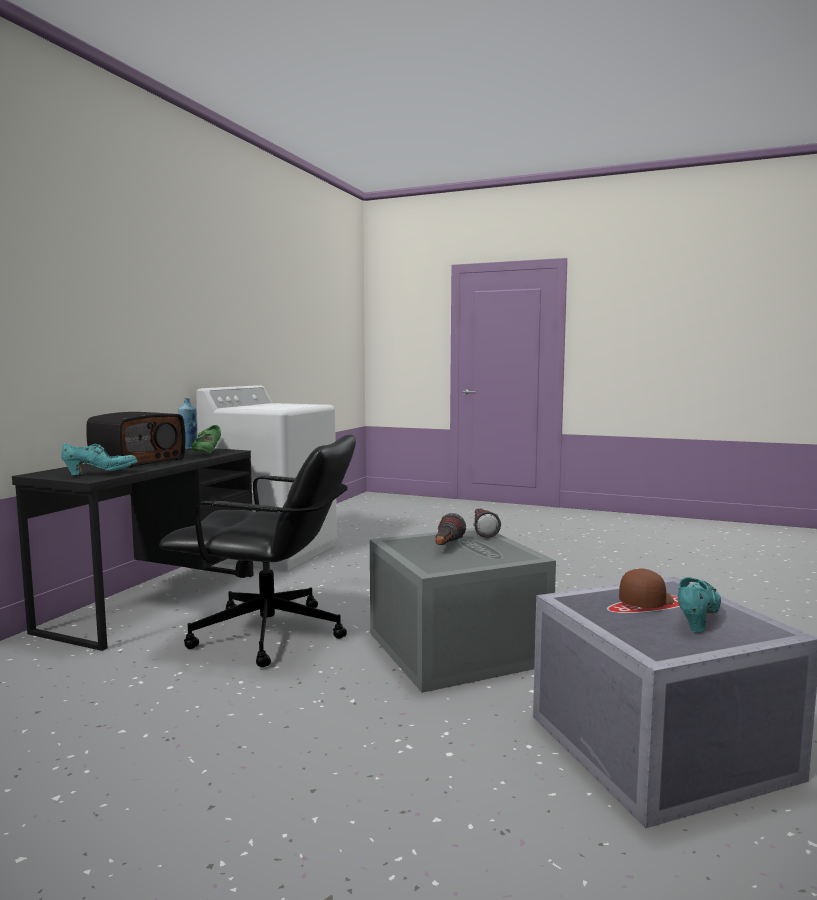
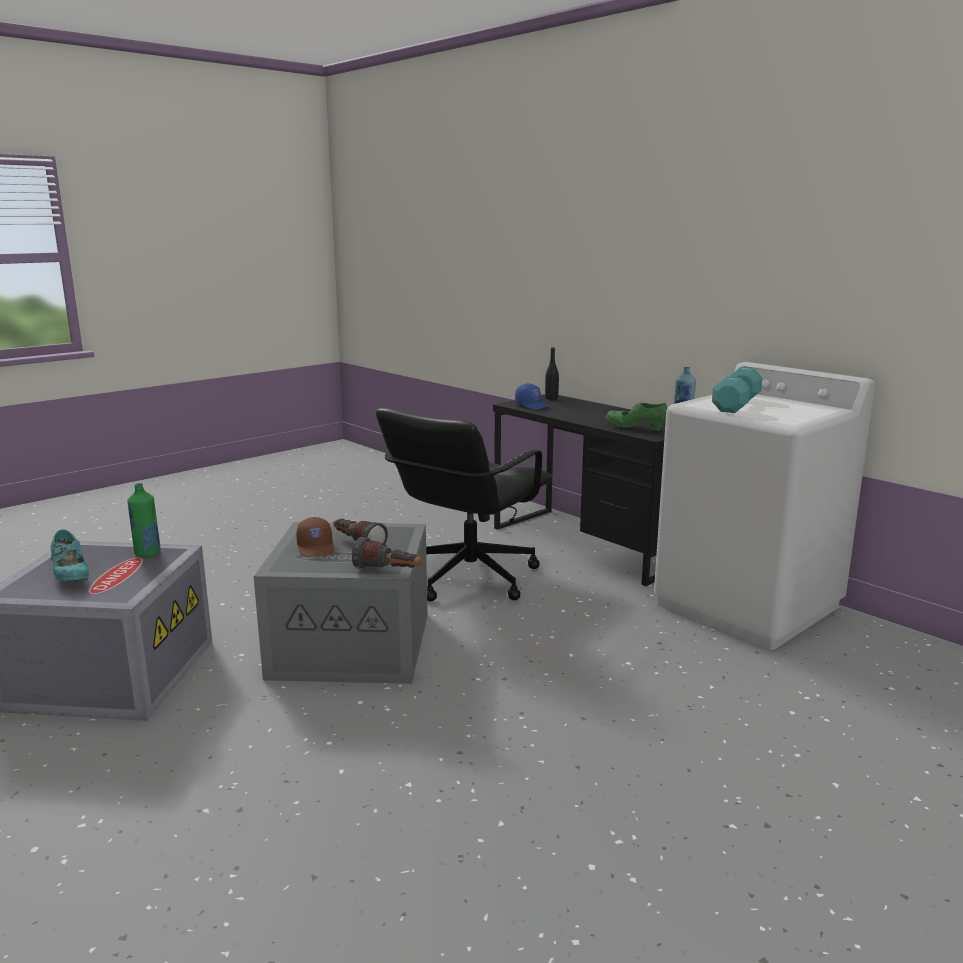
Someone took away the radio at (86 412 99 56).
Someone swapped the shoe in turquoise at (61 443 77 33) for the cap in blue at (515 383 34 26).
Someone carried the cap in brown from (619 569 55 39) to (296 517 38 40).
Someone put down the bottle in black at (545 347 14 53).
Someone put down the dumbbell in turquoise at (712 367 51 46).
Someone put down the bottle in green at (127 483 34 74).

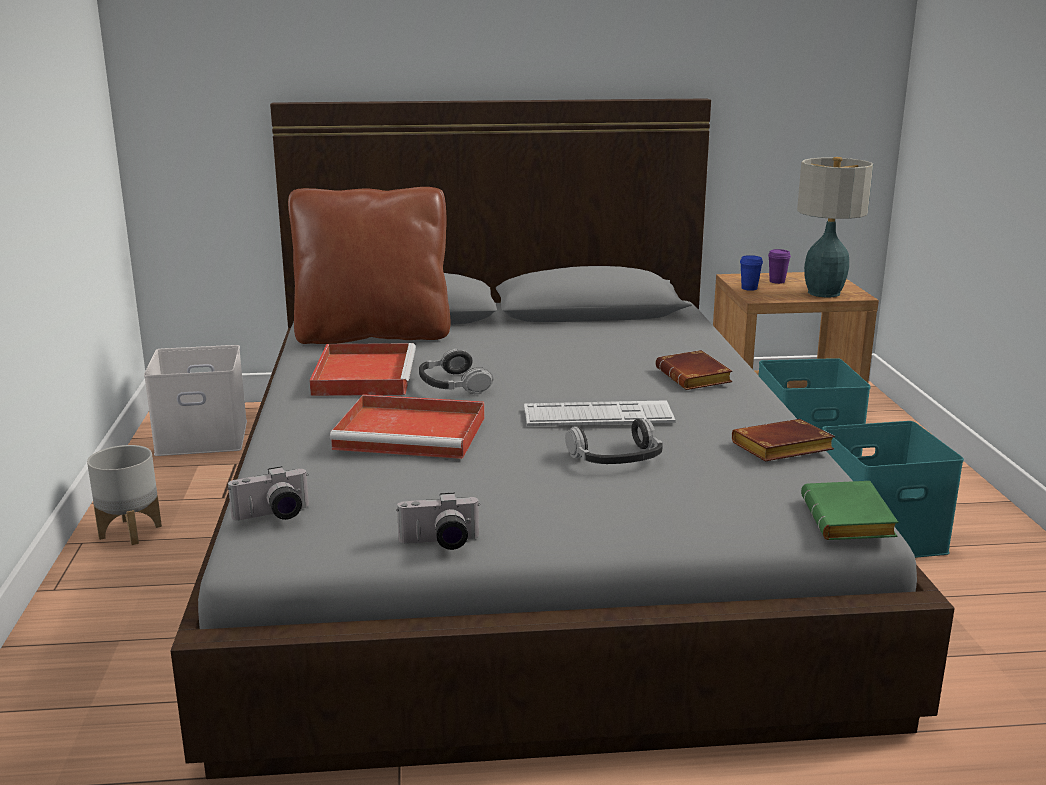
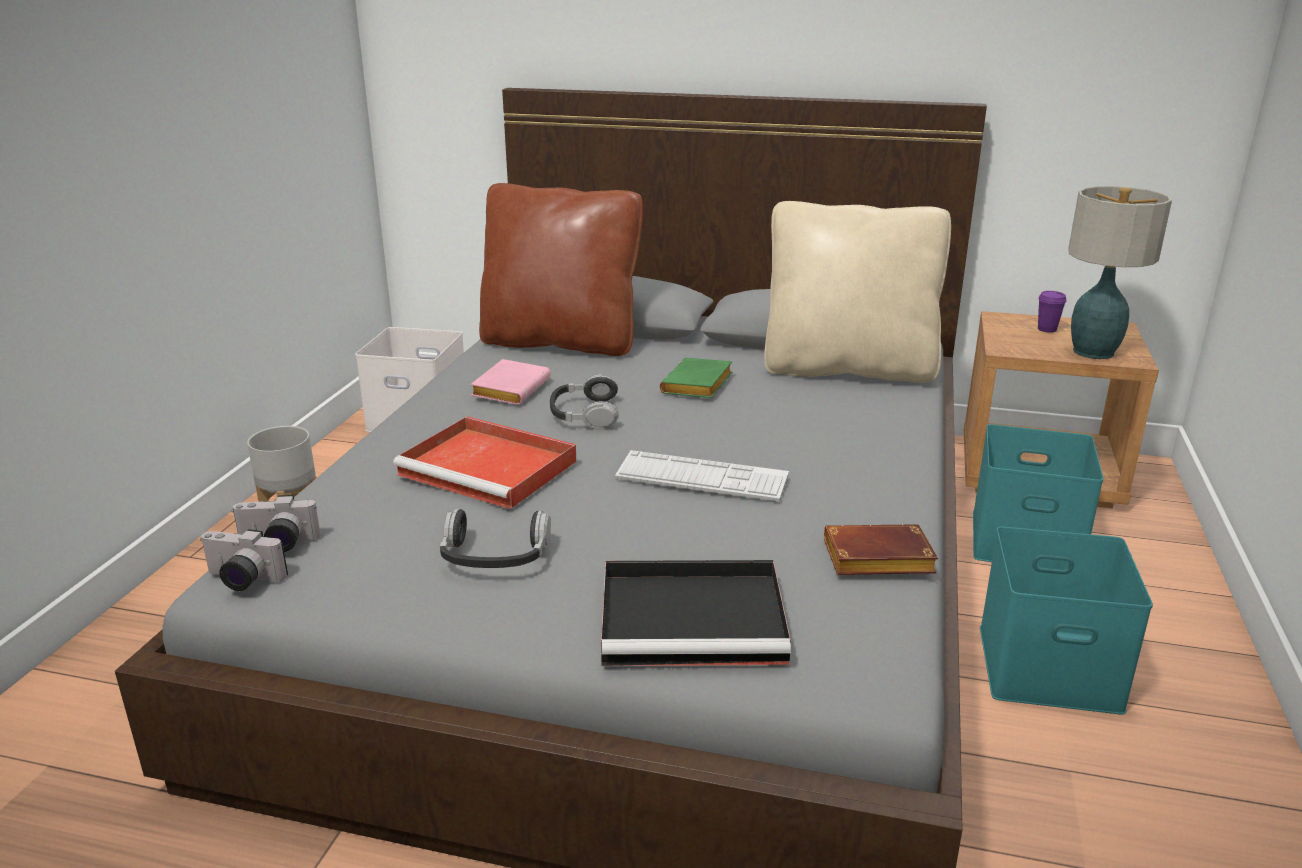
Someone took away the cup in blue at (740 255 23 36).
Someone swapped the tray in red at (309 343 107 53) for the book in pink at (471 359 80 46).
Someone took away the book in brown at (655 350 77 40).
Someone carried the headphones from (565 418 98 46) to (440 509 111 59).
Someone carried the book in green from (801 481 97 59) to (660 358 72 40).
Someone carried the photo camera from (396 492 85 58) to (200 529 88 62).
Someone put down the pillow in beige at (764 201 187 182).
Someone put down the tray in black at (601 560 190 106).

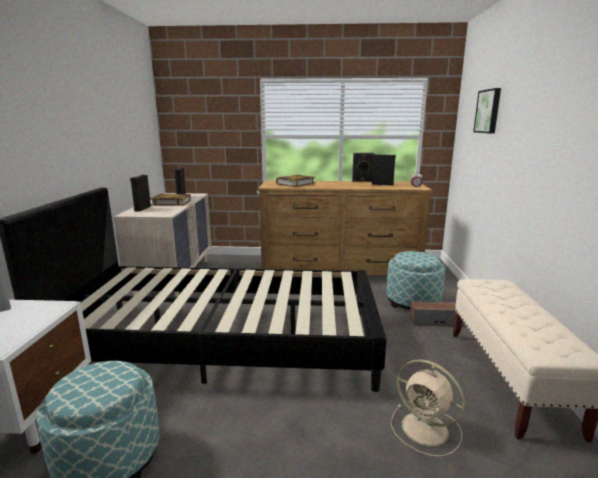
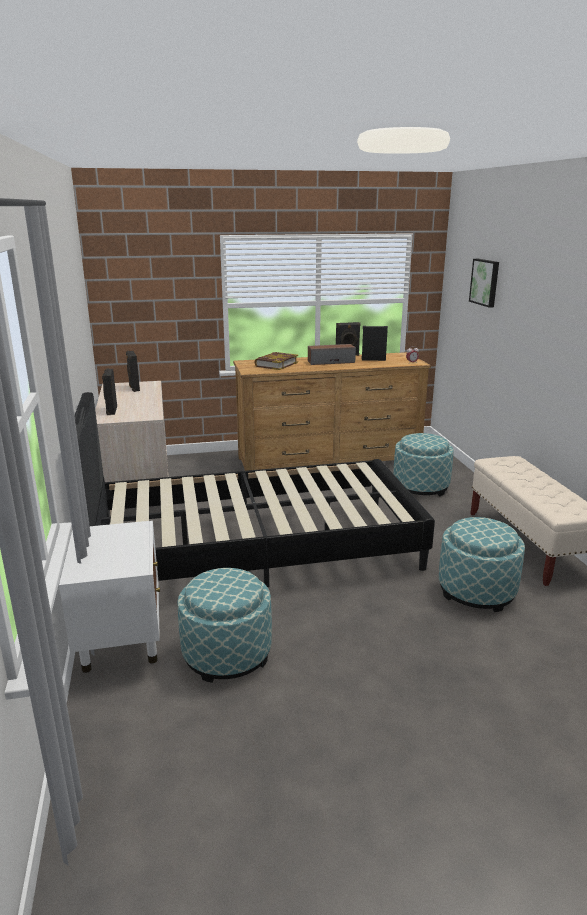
Someone took away the book at (150 193 41 13).
Someone carried the speaker from (410 301 55 25) to (308 344 48 21).
Someone swapped the fan in beige at (391 359 74 97) for the ottoman at (439 517 86 95).

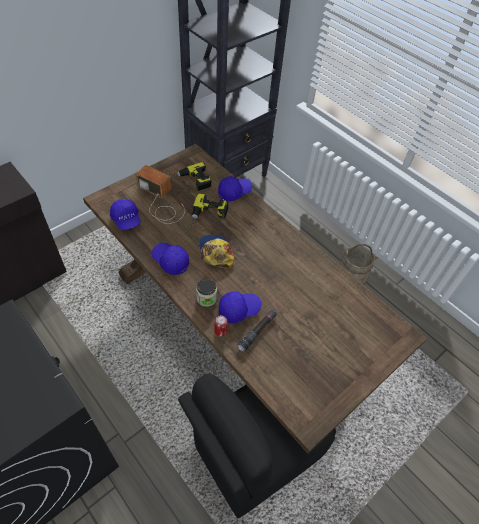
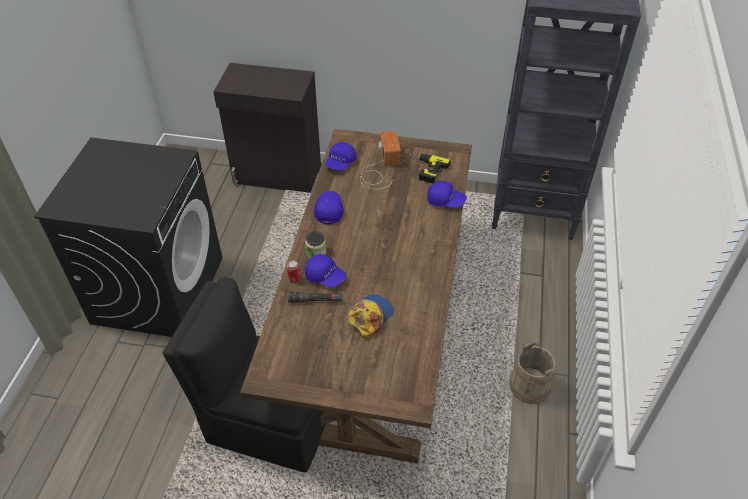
Someone took away the power drill at (190 193 38 36).
Someone carried the cap from (199 235 35 34) to (348 294 46 45).

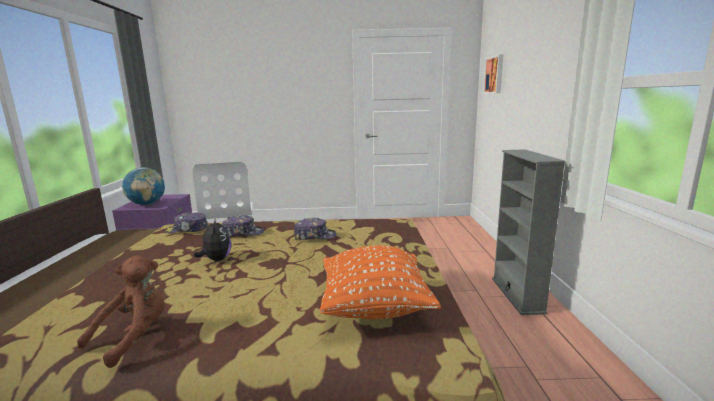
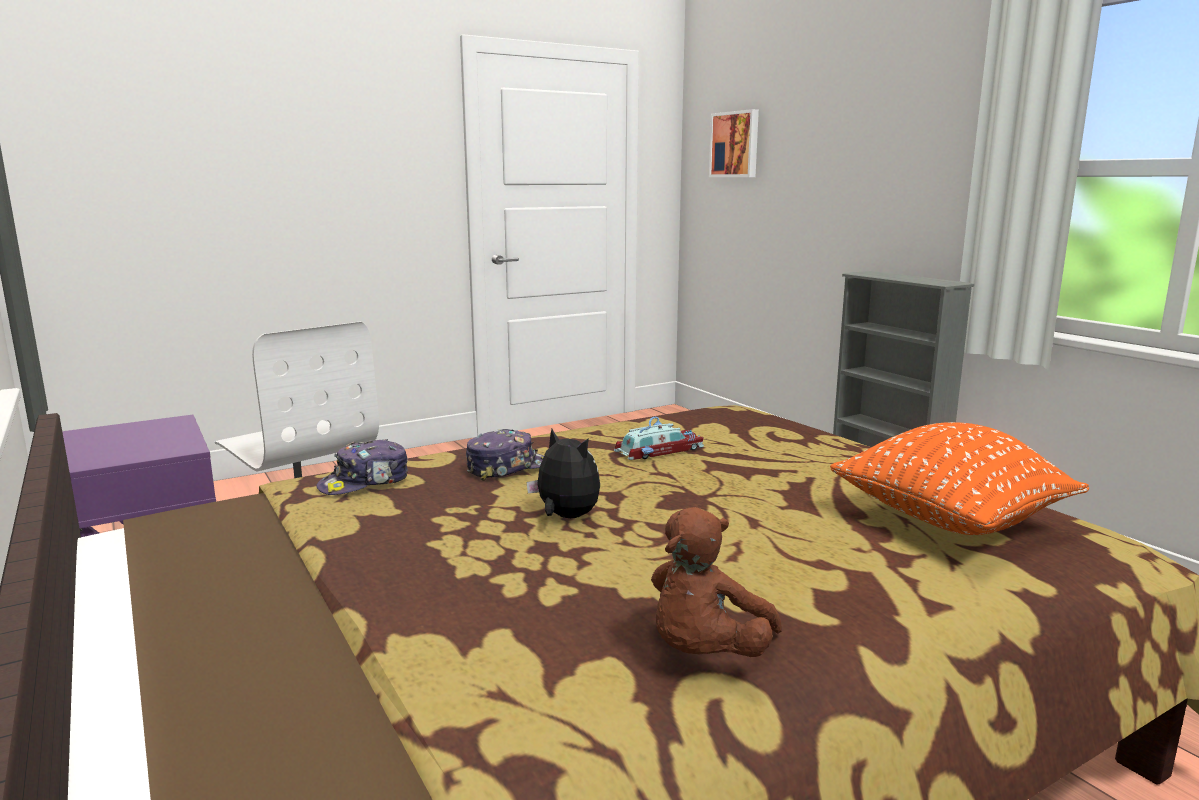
Someone took away the globe at (122 167 43 38).
Someone swapped the cap at (294 218 43 22) for the toy car at (614 416 90 44).
Someone rotated the plush toy in brown at (77 255 88 113) by 150 degrees counterclockwise.

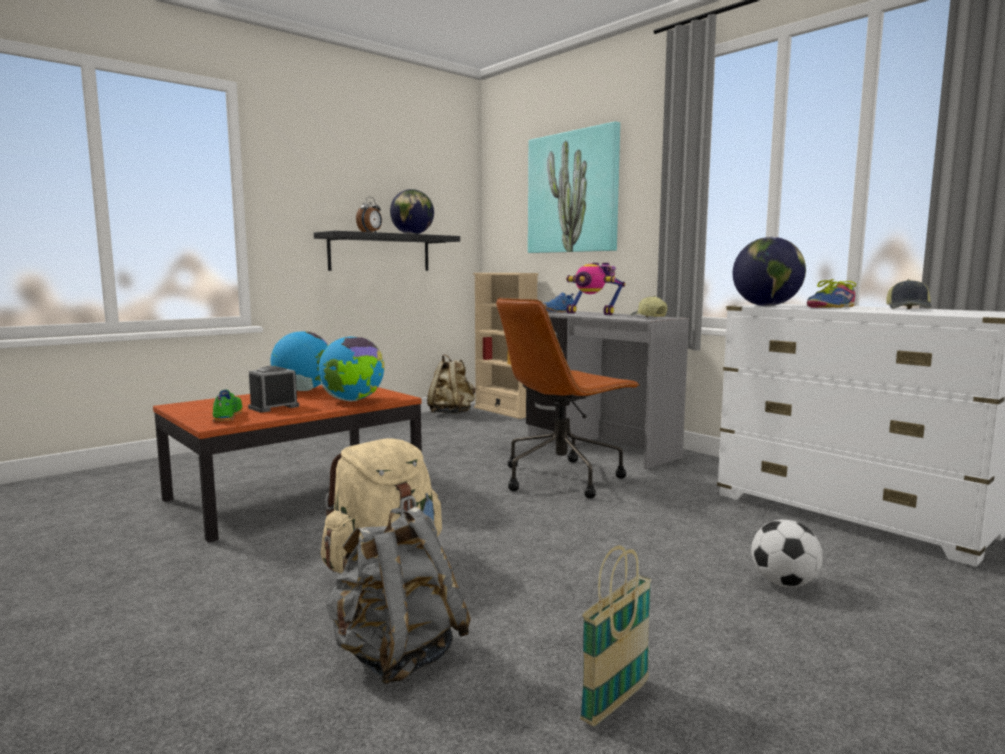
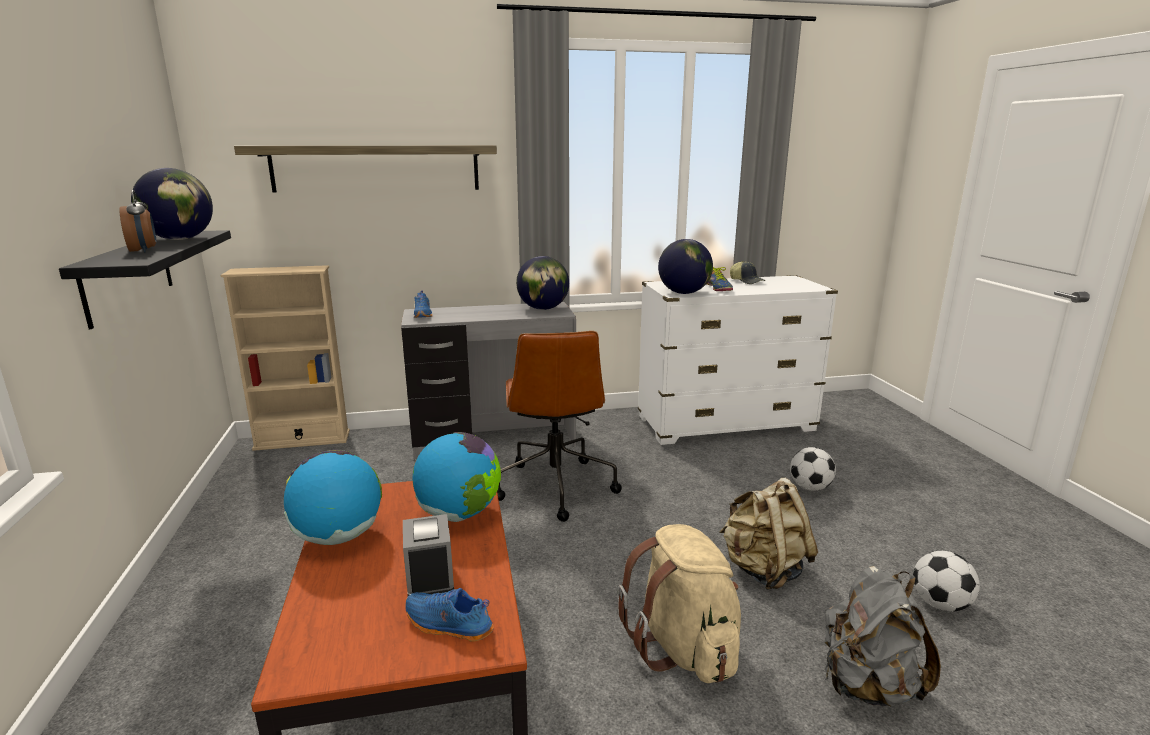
Someone swapped the picture at (528 121 92 132) for the shelf at (234 145 263 47).
Someone took away the toy robot at (566 263 59 52).
Someone swapped the cap at (631 296 37 21) for the globe at (516 256 53 54).
Someone carried the backpack in beige from (427 354 48 60) to (719 478 99 112).
Someone repainted the shoe in green at (213 390 30 31), which became the shoe in blue at (405 588 89 54).
Someone swapped the basket at (580 545 71 181) for the football at (913 551 67 61).

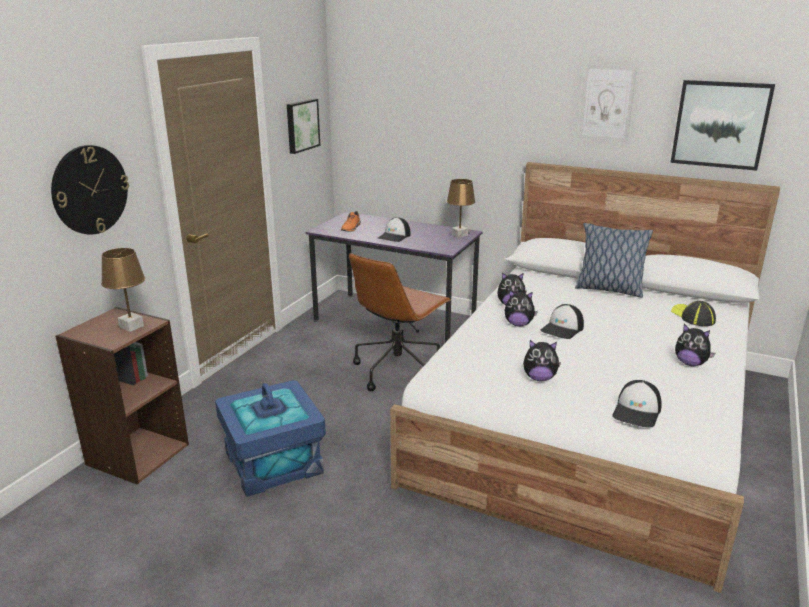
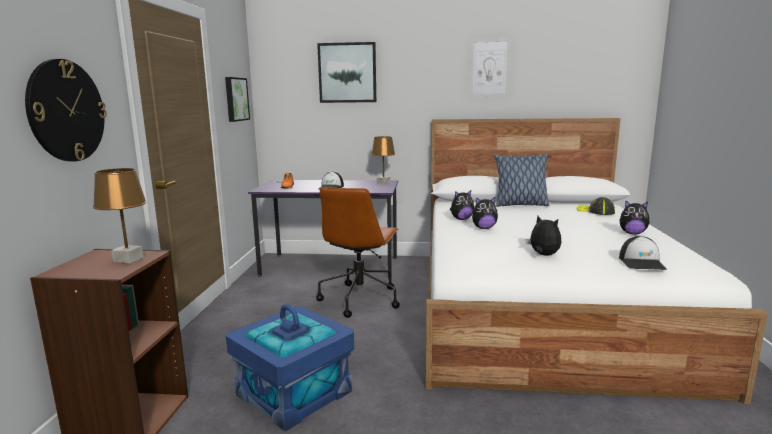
Someone carried the picture from (671 80 104 91) to (317 42 59 61).
Someone took away the cap at (540 304 44 35).
Someone rotated the plush toy at (523 340 38 41) by 120 degrees counterclockwise.

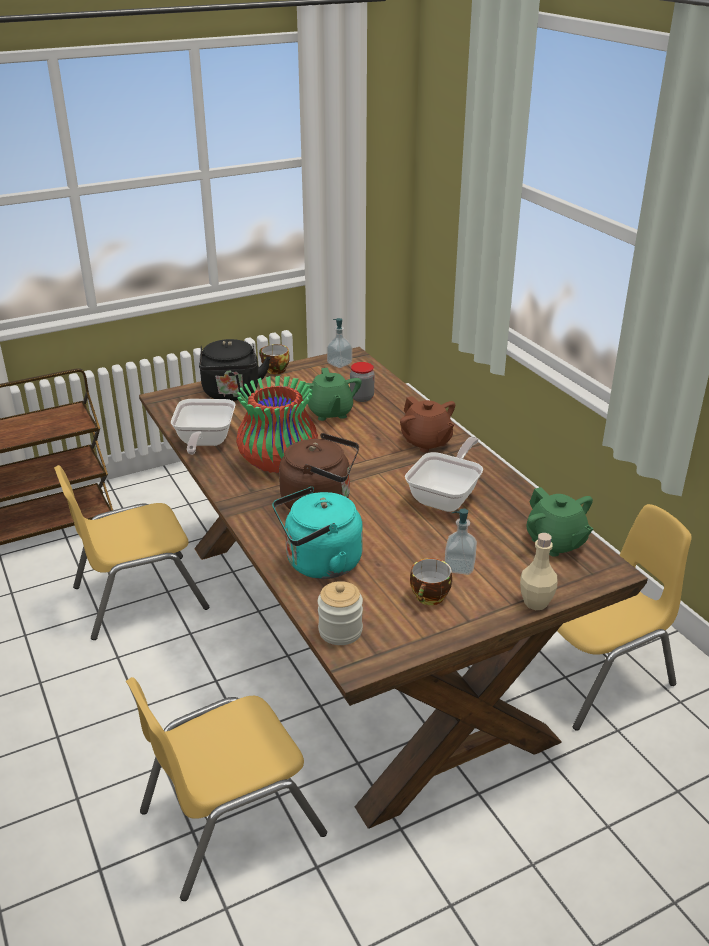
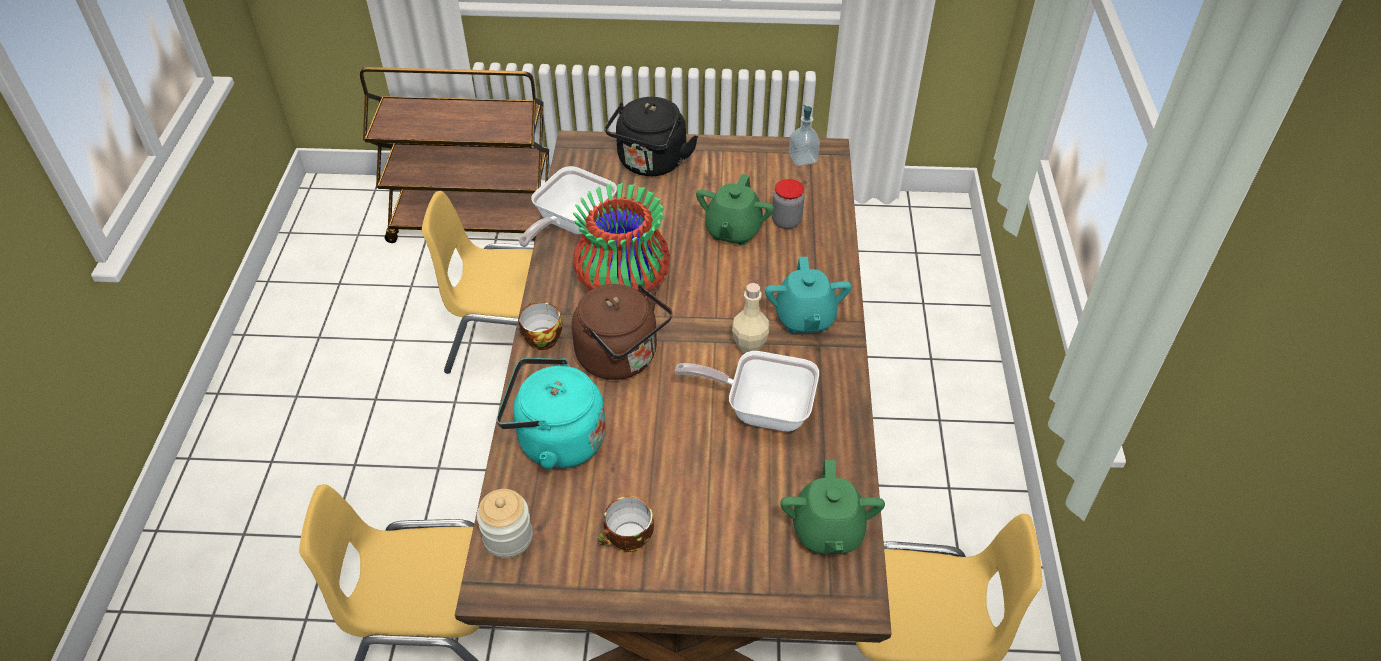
Someone carried the cup from (259 344 31 30) to (519 302 43 48).
Someone repainted the teapot in brown at (400 396 55 56), which became the teapot in turquoise at (765 257 87 76).
Someone rotated the frying pan at (405 437 78 75) by 135 degrees counterclockwise.
Someone took away the soap dispenser at (445 509 32 66).
Someone carried the bottle in beige from (520 533 37 77) to (732 283 37 70).

